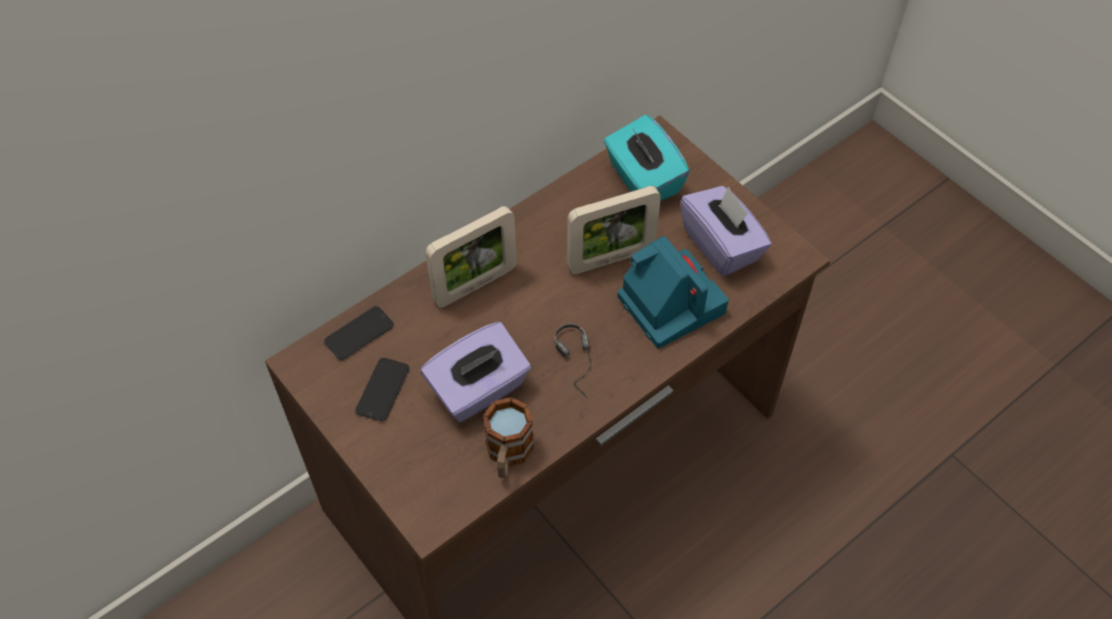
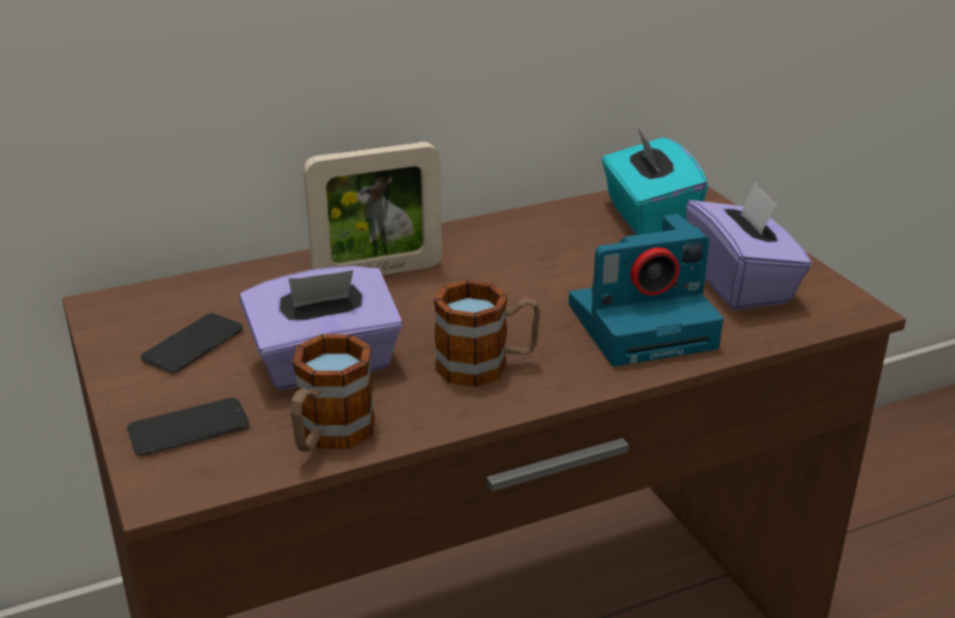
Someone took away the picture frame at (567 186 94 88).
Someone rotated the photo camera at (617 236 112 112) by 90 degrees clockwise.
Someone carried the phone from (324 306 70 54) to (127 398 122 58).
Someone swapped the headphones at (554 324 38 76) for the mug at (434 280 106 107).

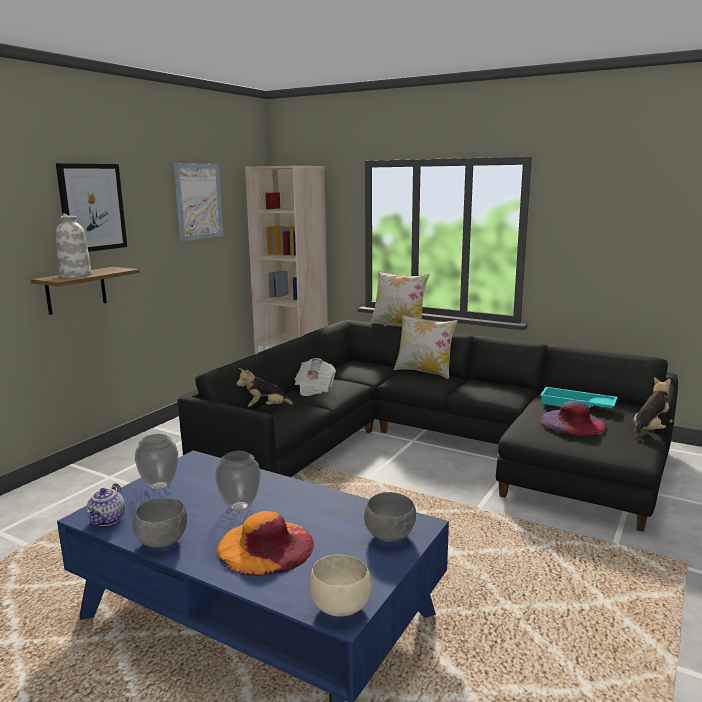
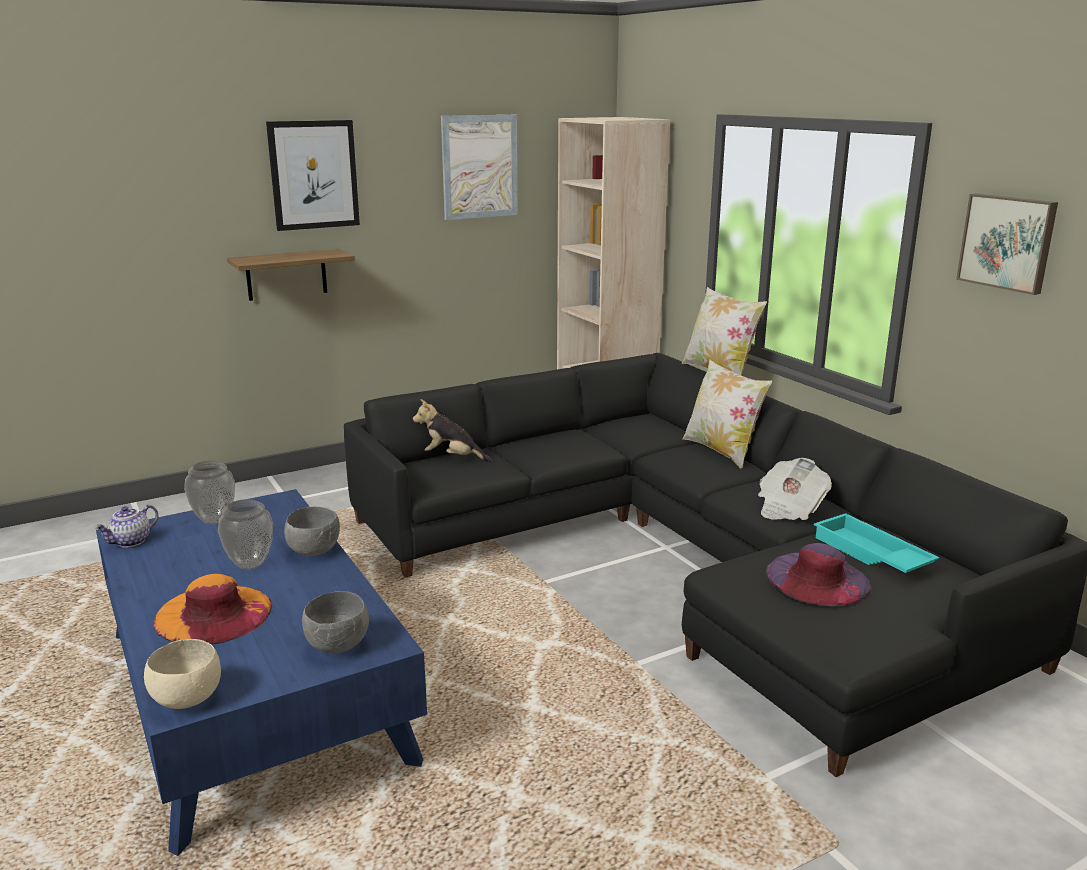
Someone took away the vase in white at (56 213 36 65).
Someone carried the newspaper from (294 358 42 38) to (758 458 74 62).
Someone took away the plush toy at (633 377 40 64).
Someone carried the bowl in grey from (133 498 54 50) to (284 507 56 49).
Someone put up the picture at (956 193 102 102).

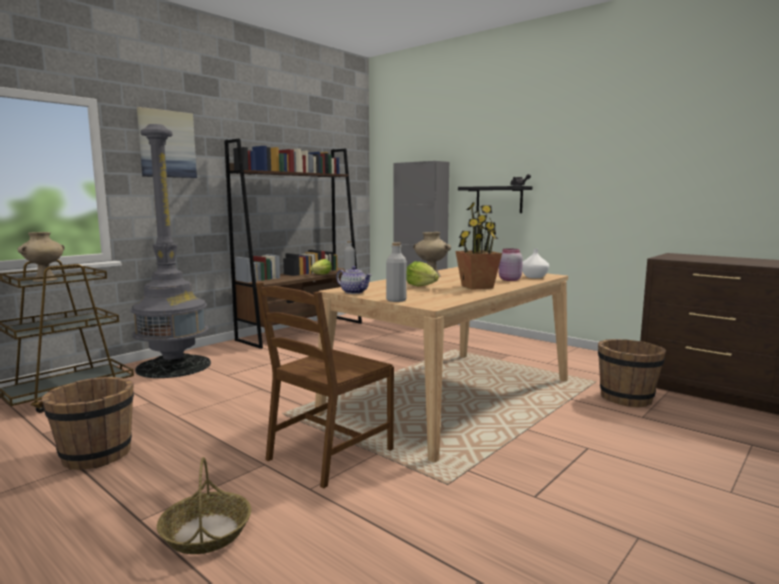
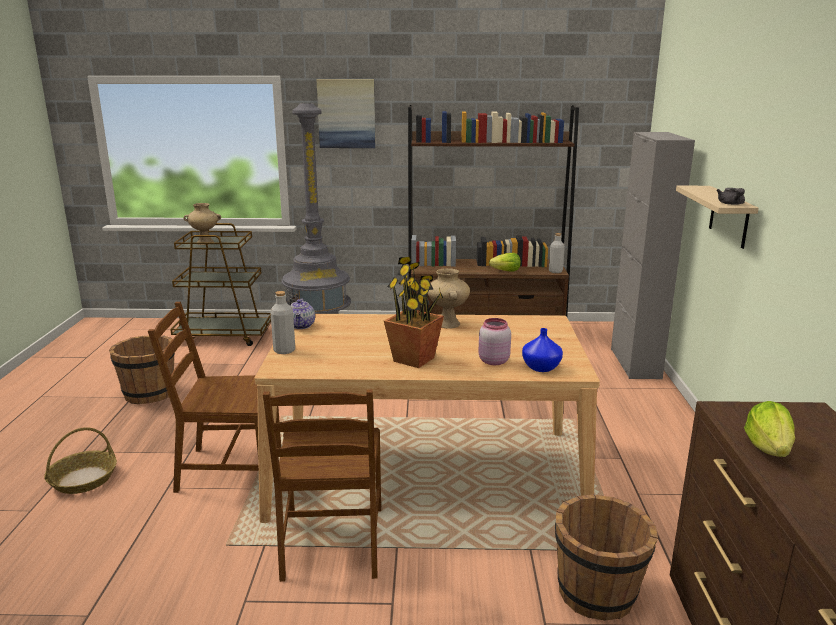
Someone repainted the shelf in black at (458 186 74 27), which became the shelf in beige at (676 186 83 63).
Someone repainted the vase in white at (522 249 27 29), which became the vase in blue at (522 328 41 44).
Someone carried the lettuce from (407 261 32 26) to (744 401 51 56).
Someone put down the chair in brown at (263 389 118 193).

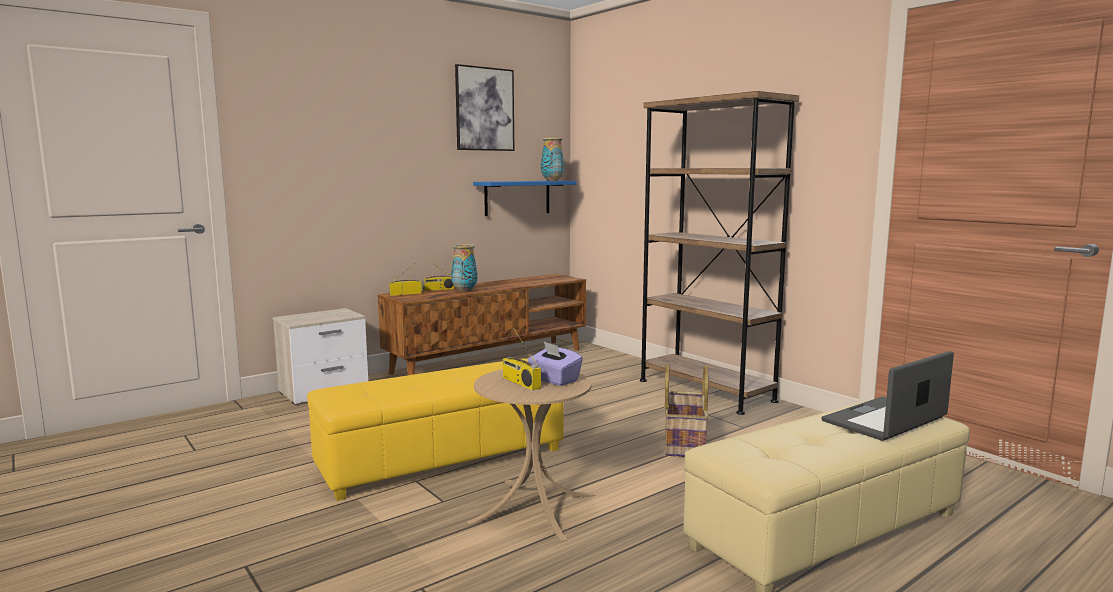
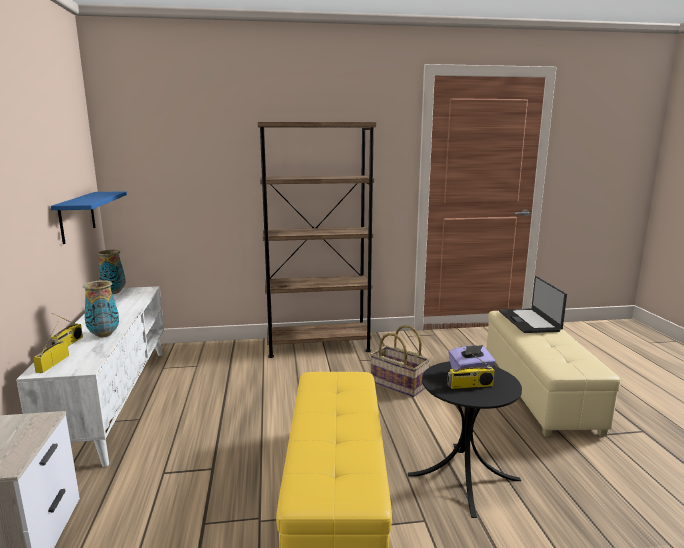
Someone took away the picture at (455 64 60 87).
Someone carried the vase from (541 138 23 43) to (98 250 28 44).
Someone repainted the tv stand in brown at (378 274 208 101), which became the tv stand in white at (16 286 148 181).
Someone repainted the side table in beige at (467 369 128 173), which became the side table in black at (408 361 114 157).

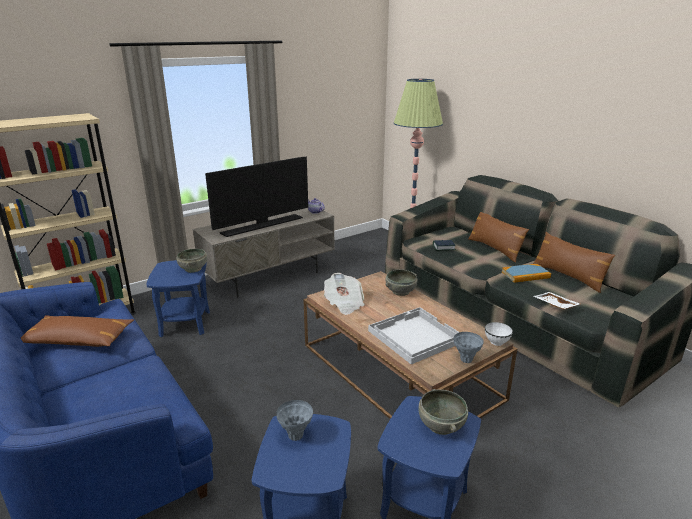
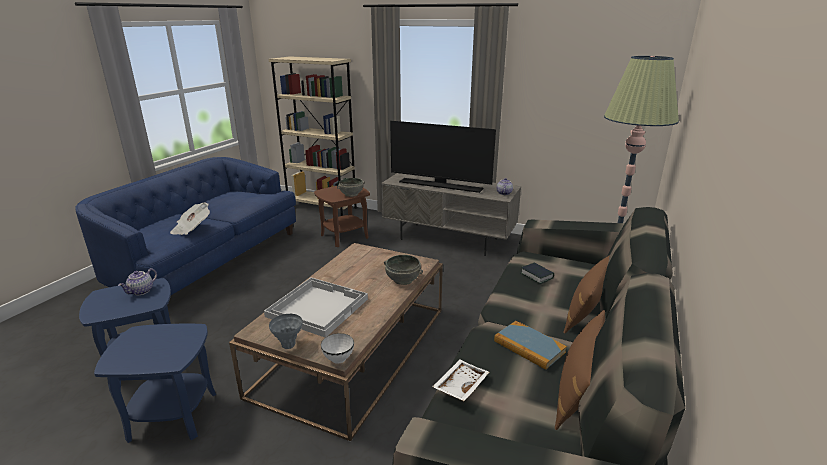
Someone repainted the side table in blue at (147 260 63 77), which became the side table in brown at (314 186 56 61).
Someone carried the newspaper from (324 273 41 42) to (170 203 40 32).
Someone took away the pillow in brown at (21 315 113 32).
Someone took away the bowl in grey at (419 389 49 46).
Someone swapped the vase in grey at (276 400 37 41) for the teapot at (118 268 39 27).

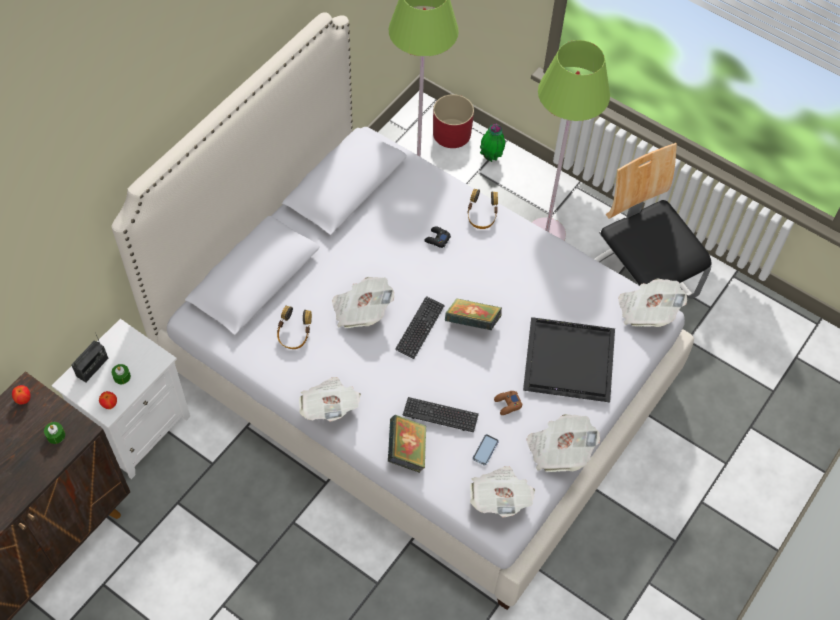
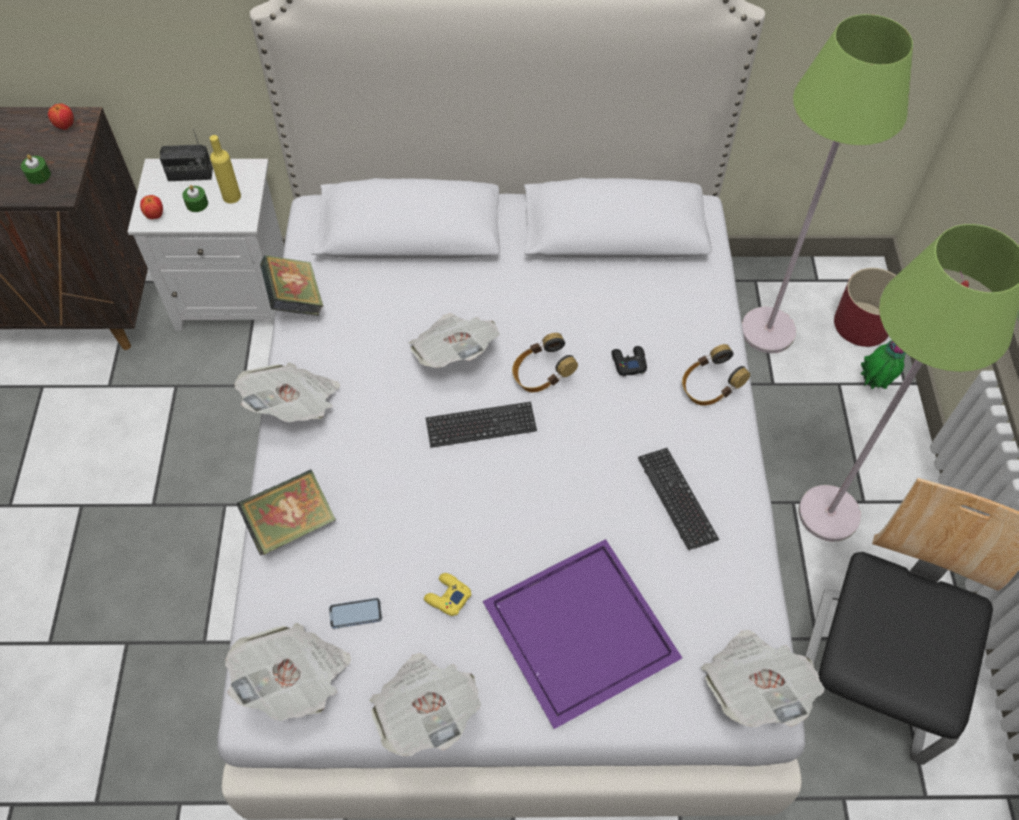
Someone carried the book from (445 298 57 32) to (260 255 63 61).
Someone carried the headphones from (277 306 35 43) to (512 333 66 60).
Someone repainted the tray in black at (523 317 92 85), which became the tray in purple at (482 539 200 190).
Someone repainted the game controller in brown at (494 391 29 24), which became the game controller in yellow at (424 573 47 43).
Someone carried the keyboard from (403 397 76 35) to (638 448 81 102).
Someone put down the bottle in yellow at (210 135 31 69).

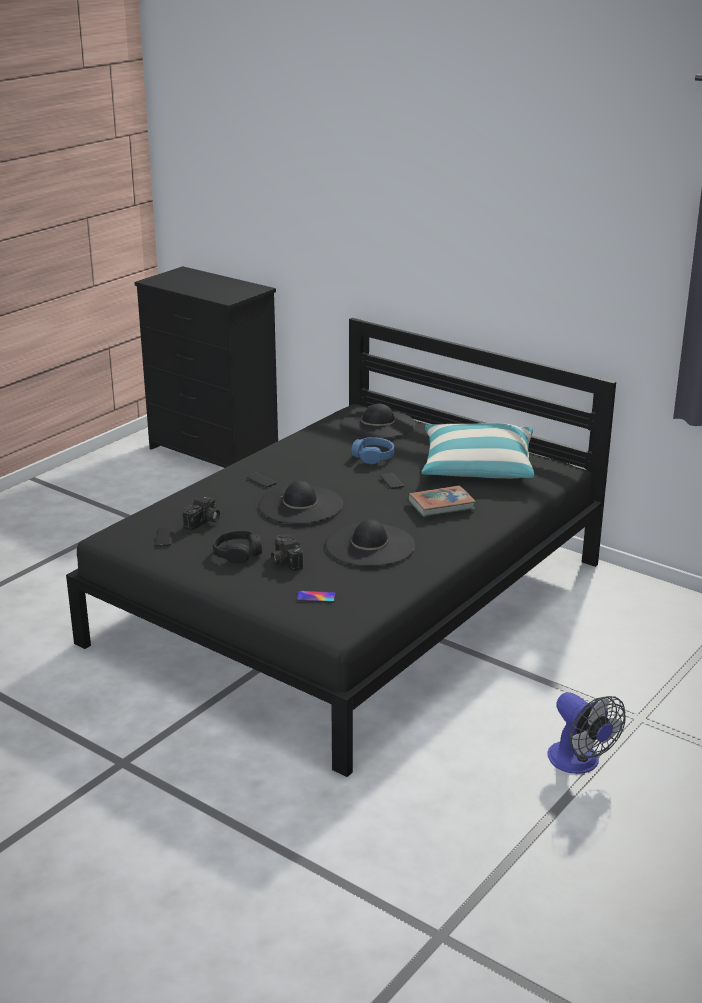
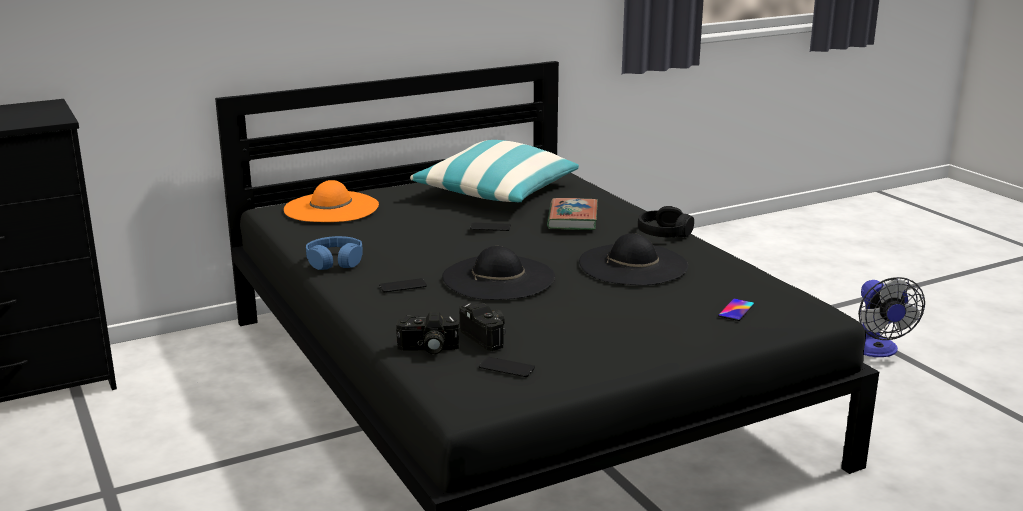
Someone repainted the hat in black at (341 404 74 34), which became the hat in orange at (284 180 95 42).
Someone carried the headphones in blue from (351 437 43 27) to (306 236 57 34).
Someone carried the headphones in black from (213 530 49 34) to (638 206 56 32).
Someone carried the photo camera from (271 534 32 37) to (396 312 63 42).
Someone rotated the fan at (547 692 79 82) by 90 degrees clockwise.

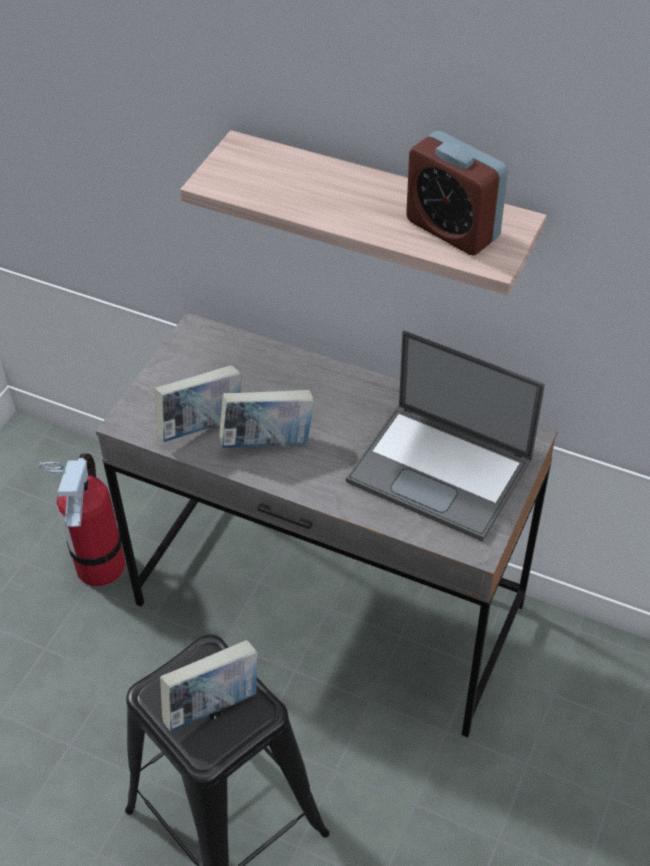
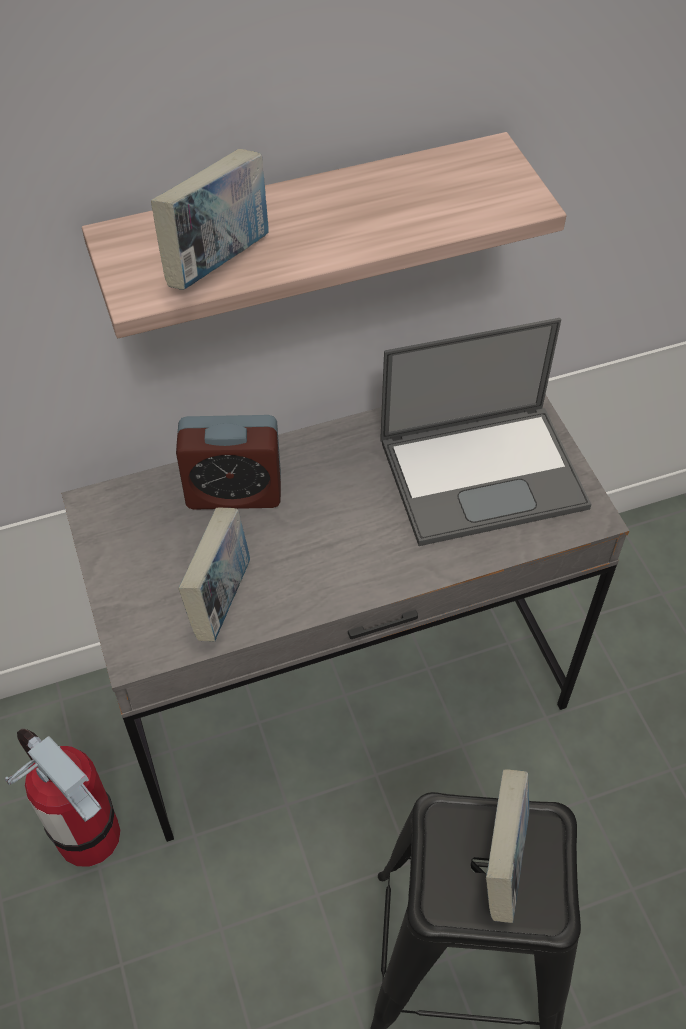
Someone carried the alarm clock from (406 131 102 124) to (176 415 105 95).
Someone carried the book from (219 390 95 58) to (151 149 117 141).

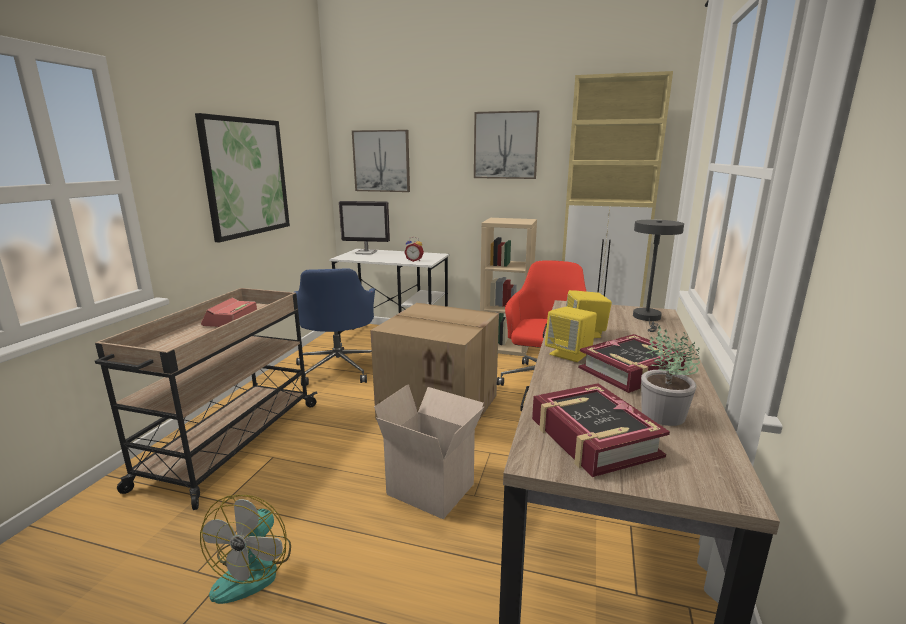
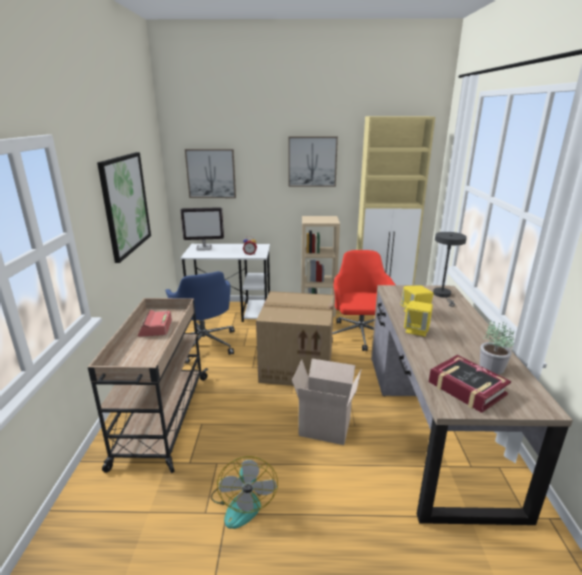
Someone took away the book at (578 334 108 59).

